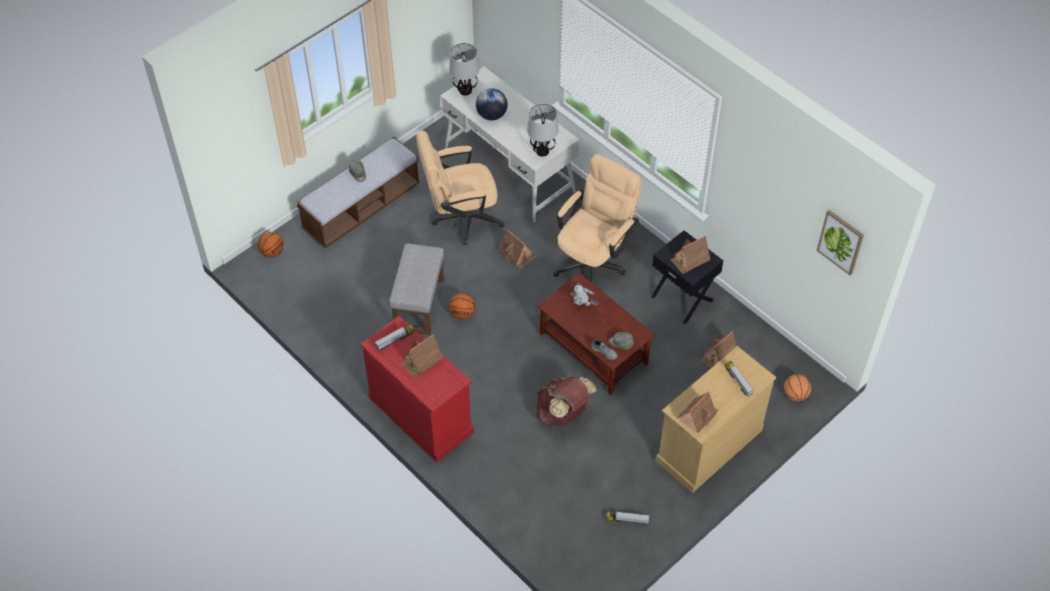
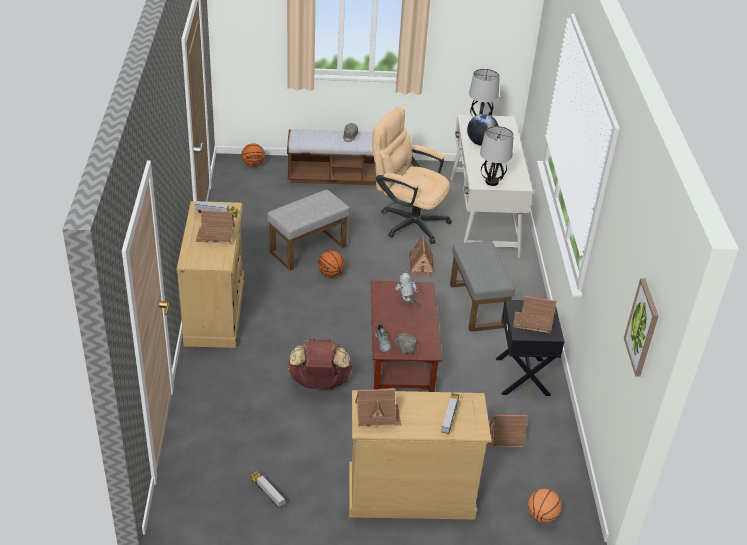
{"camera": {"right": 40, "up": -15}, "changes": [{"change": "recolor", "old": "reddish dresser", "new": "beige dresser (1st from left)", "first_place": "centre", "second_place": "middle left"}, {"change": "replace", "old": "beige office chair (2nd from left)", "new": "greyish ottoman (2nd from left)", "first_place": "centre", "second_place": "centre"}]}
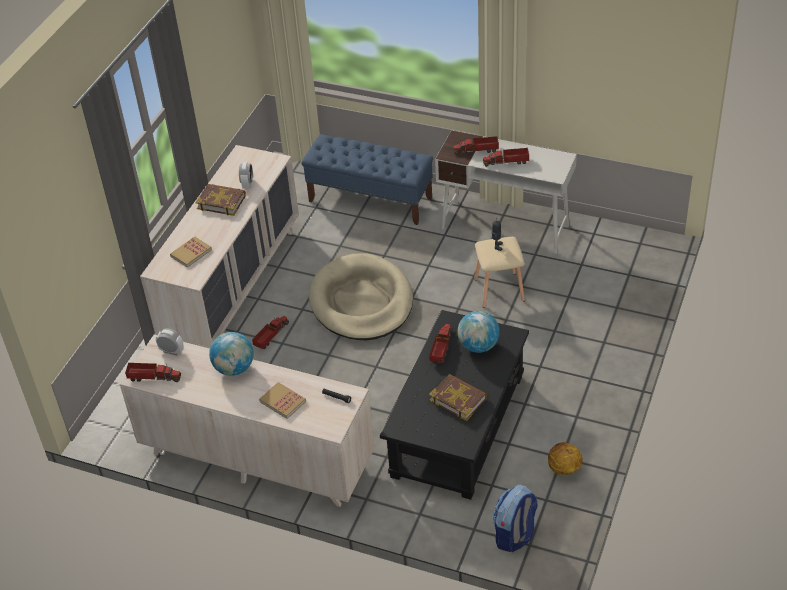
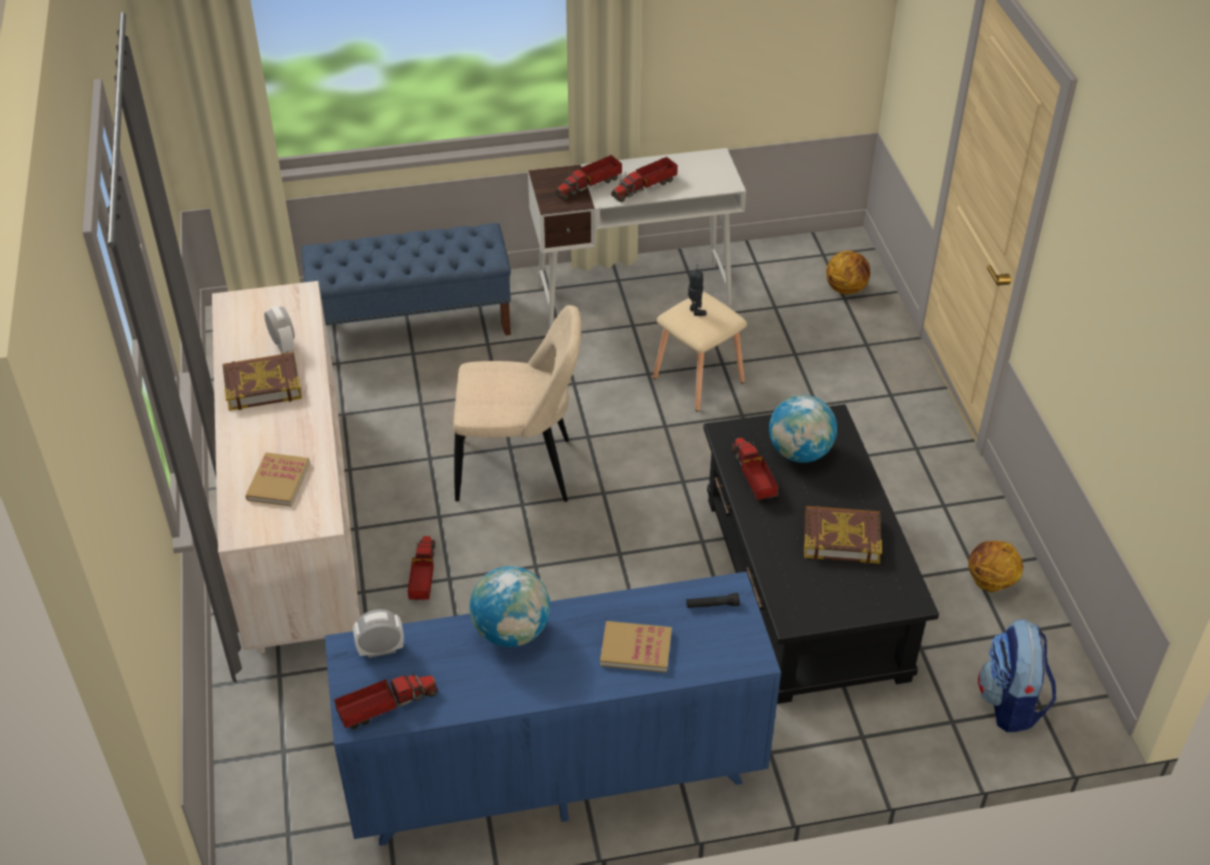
{"camera": {"right": -35, "up": 0}, "changes": [{"change": "recolor", "old": "beige dresser (2nd from left)", "new": "blue-coloured dresser", "first_place": "bottom left", "second_place": "bottom centre"}, {"change": "replace", "old": "beige pet bed", "new": "beige upright chair", "first_place": "centre", "second_place": "centre"}, {"change": "insert", "new": "basketball (1st from left)", "second_place": "top right"}]}
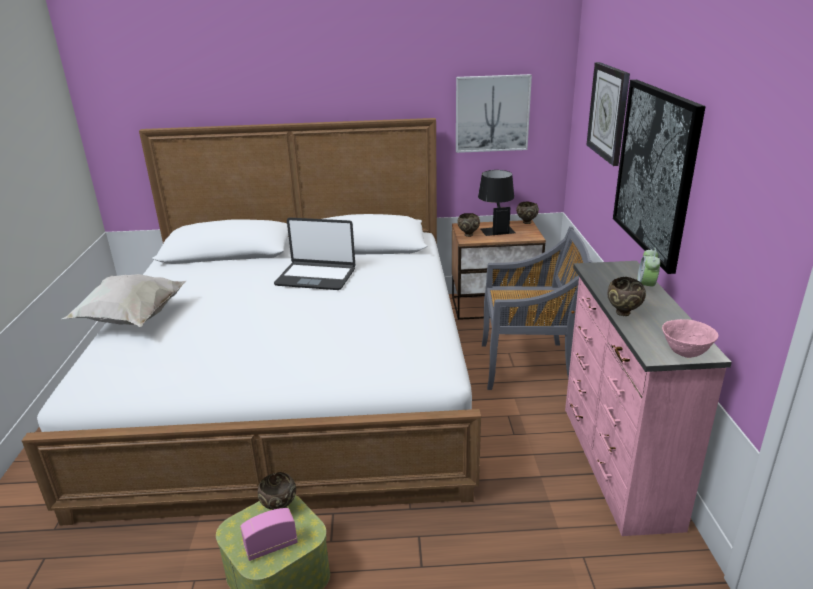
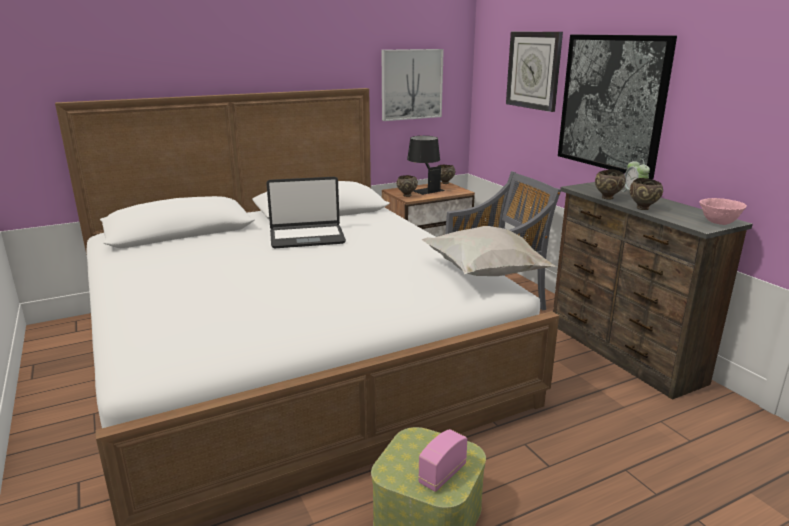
{"camera": {"right": -25, "up": -5}, "changes": [{"change": "move", "old": "white pillow", "first_place": "middle left", "second_place": "centre"}, {"change": "move", "old": "brown serving bowl (1st from left in the first image)", "new": "brown serving bowl (3rd from left)", "first_place": "bottom centre", "second_place": "middle right"}, {"change": "recolor", "old": "pink-coloured dresser", "new": "brown dresser", "first_place": "bottom right", "second_place": "middle right"}]}
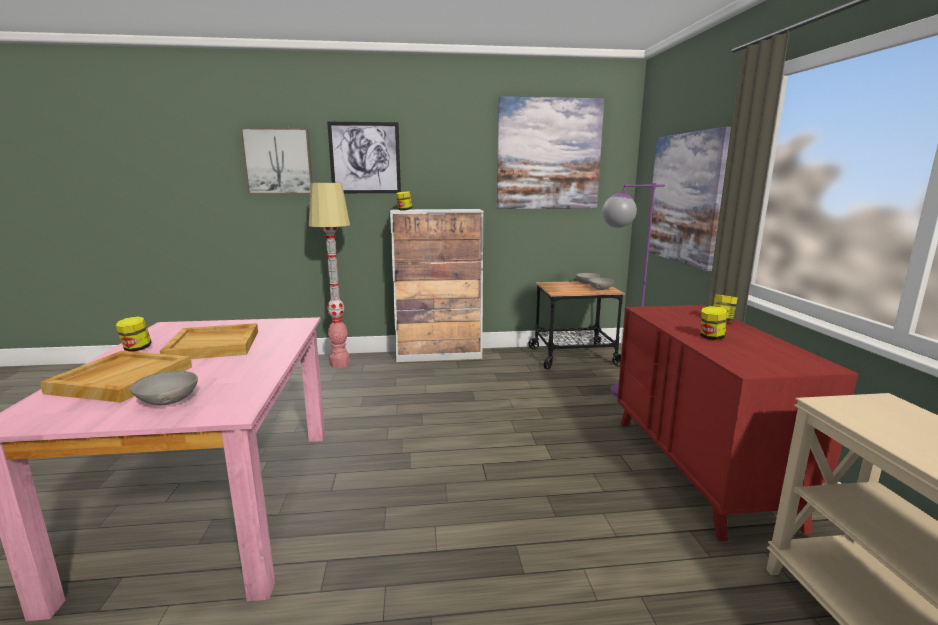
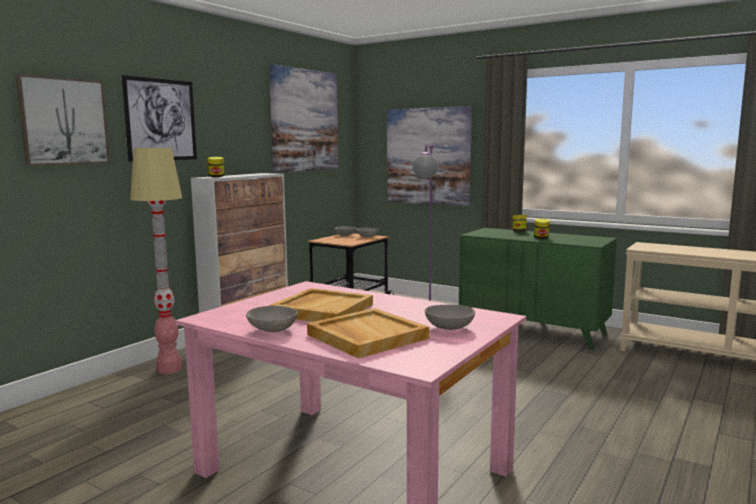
{"camera": {"right": -50, "up": -5}, "changes": [{"change": "replace", "old": "preserve jar (1st from left)", "new": "greyish serving bowl (1st from left)", "first_place": "middle left", "second_place": "centre"}, {"change": "recolor", "old": "reddish dresser", "new": "green dresser", "first_place": "bottom right", "second_place": "middle right"}]}
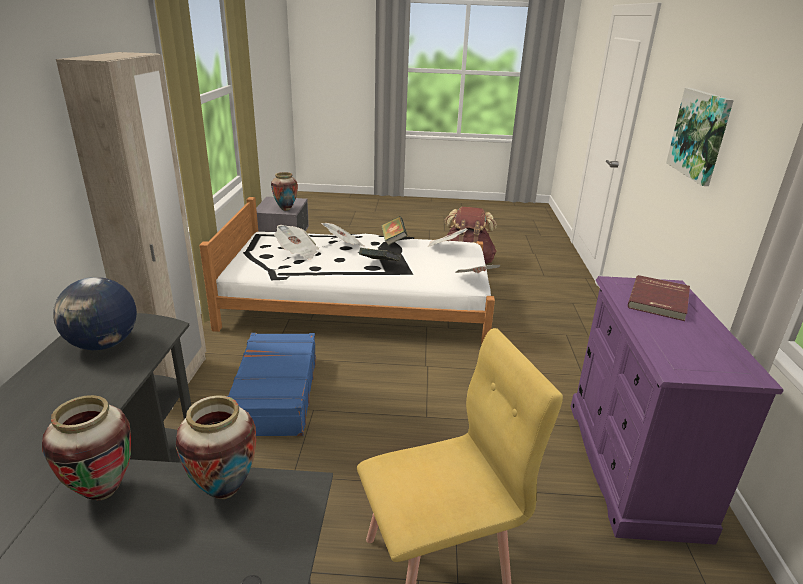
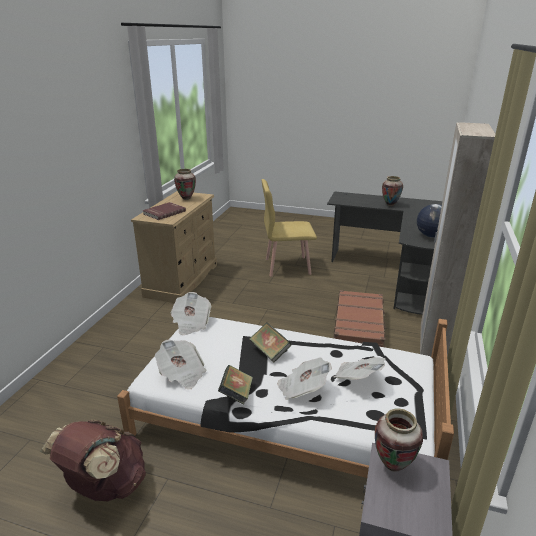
{"camera": {"right": -165, "up": 0}, "changes": [{"change": "move", "old": "flower vase (2nd from left in the first image)", "new": "flower vase (1st from left)", "first_place": "bottom left", "second_place": "centre"}, {"change": "recolor", "old": "blue-coloured travel case", "new": "brown travel case", "first_place": "centre", "second_place": "middle right"}, {"change": "recolor", "old": "purple-coloured dresser", "new": "beige dresser", "first_place": "bottom right", "second_place": "middle left"}, {"change": "delete", "old": "wall art", "first_place": "top right"}]}
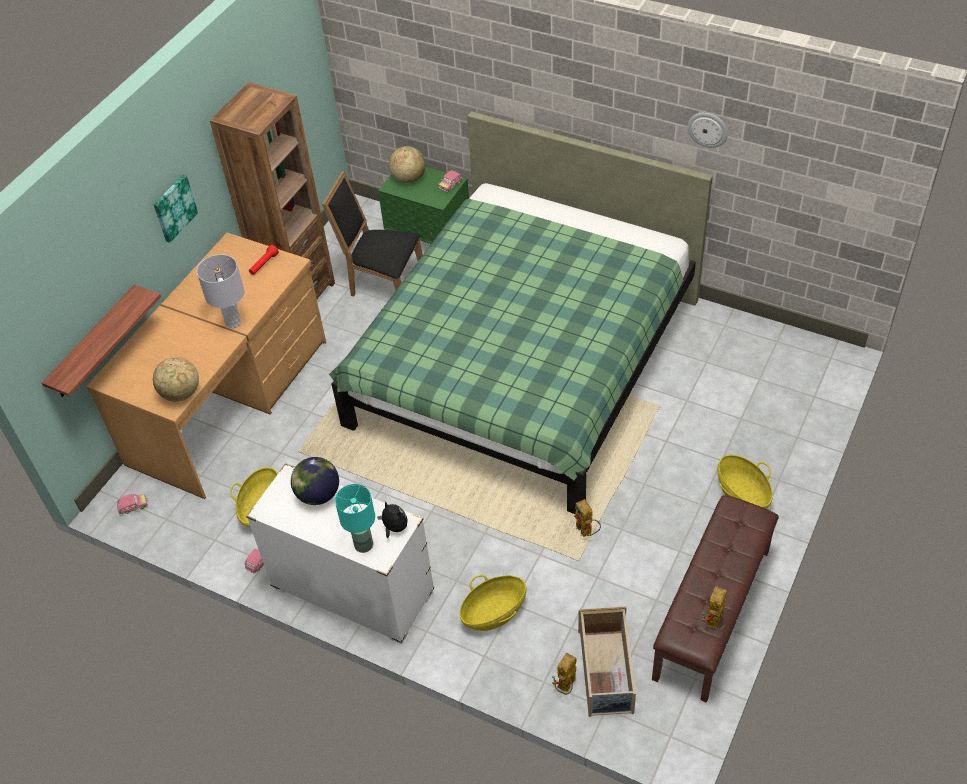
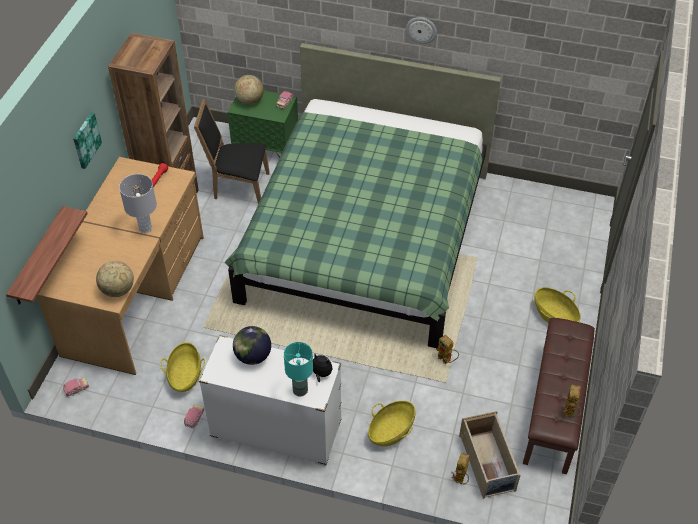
{"camera": {"right": -15, "up": 0}, "changes": [{"change": "move", "old": "clock on the wall", "first_place": "top right", "second_place": "top centre"}]}
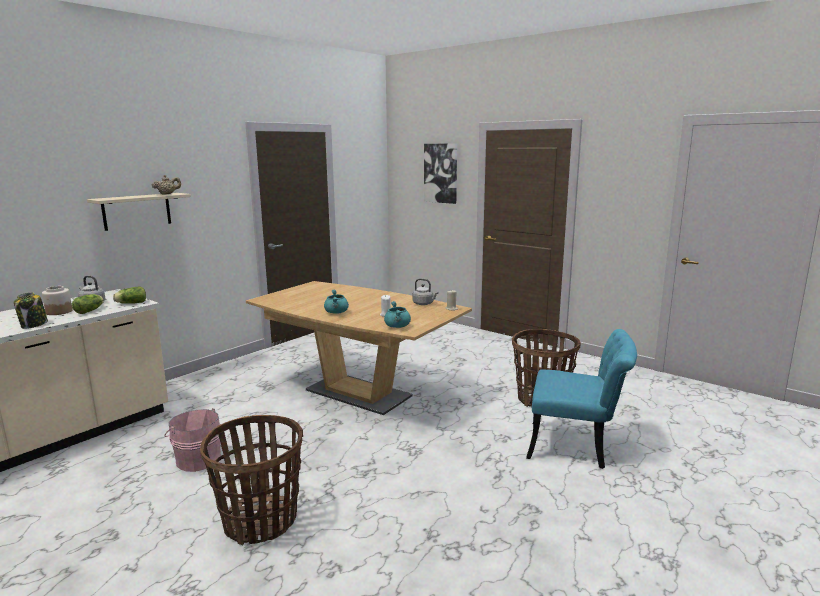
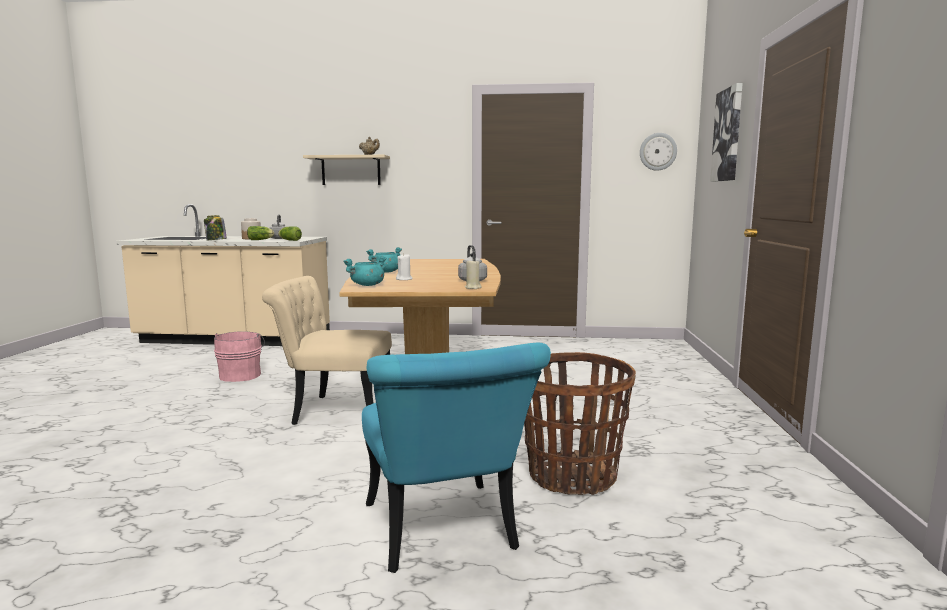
{"camera": {"right": 55, "up": -5}, "changes": [{"change": "delete", "old": "household basket (1st from left)", "first_place": "bottom left"}, {"change": "insert", "new": "beige upright chair", "second_place": "centre"}, {"change": "insert", "new": "clock on the wall", "second_place": "top right"}]}
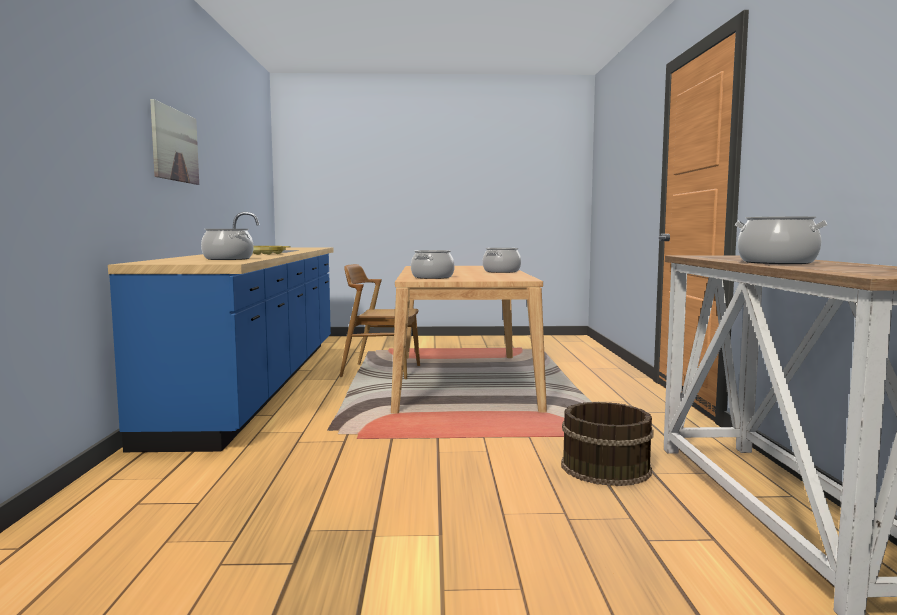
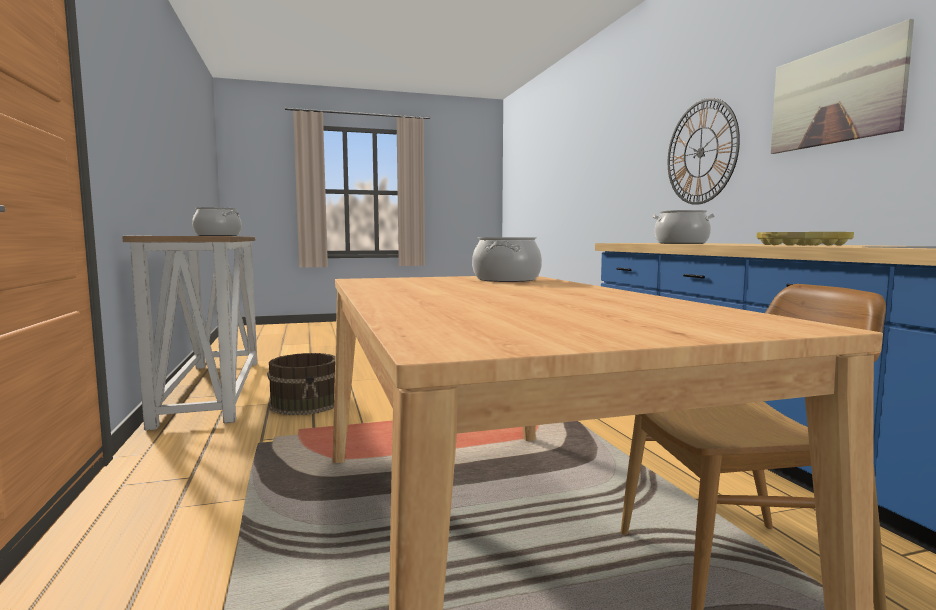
{"camera": {"right": 165, "up": 0}, "changes": [{"change": "delete", "old": "stockpot (3rd from left)", "first_place": "centre"}, {"change": "insert", "new": "clock on the wall", "second_place": "top right"}]}
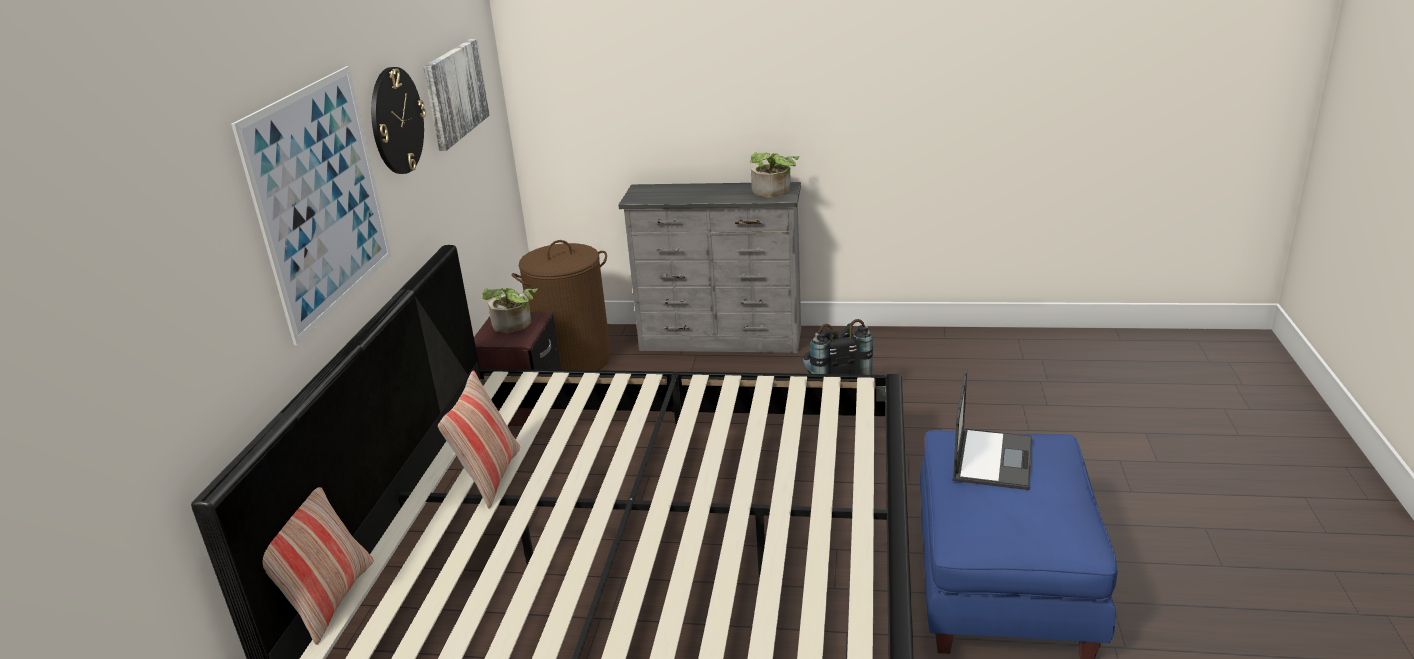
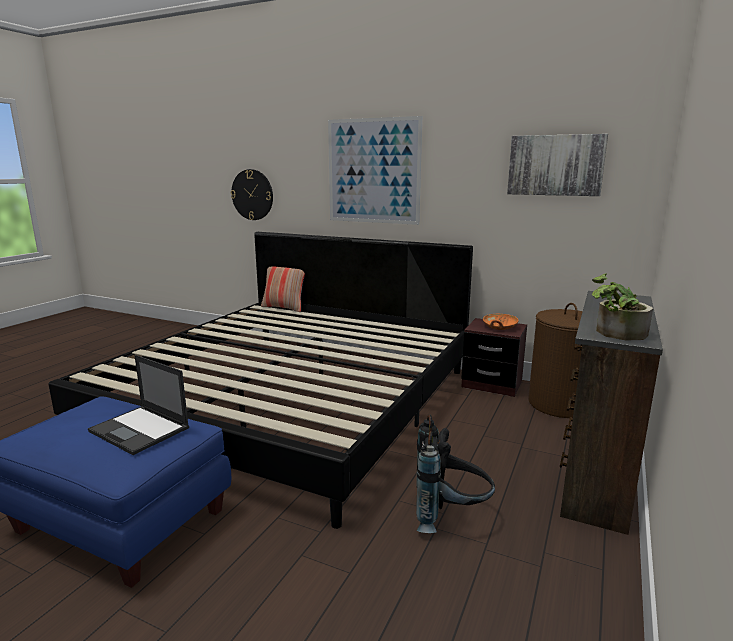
{"camera": {"right": 105, "up": -10}, "changes": [{"change": "move", "old": "clock on the wall", "first_place": "top left", "second_place": "top centre"}, {"change": "delete", "old": "pillow (2nd from left)", "first_place": "centre"}, {"change": "replace", "old": "houseplant (1st from left)", "new": "orange serving bowl", "first_place": "centre", "second_place": "middle right"}, {"change": "recolor", "old": "greyish dresser", "new": "brown dresser", "first_place": "centre", "second_place": "middle right"}]}
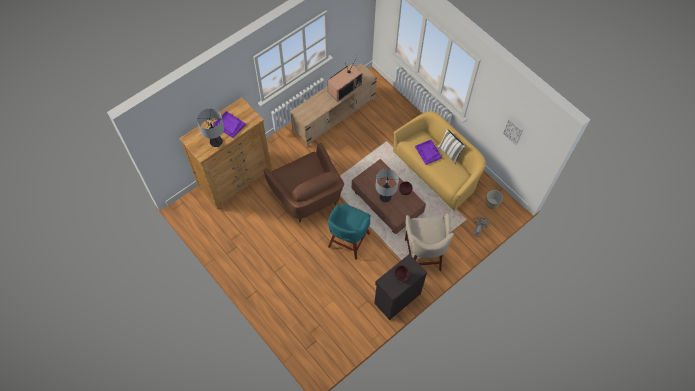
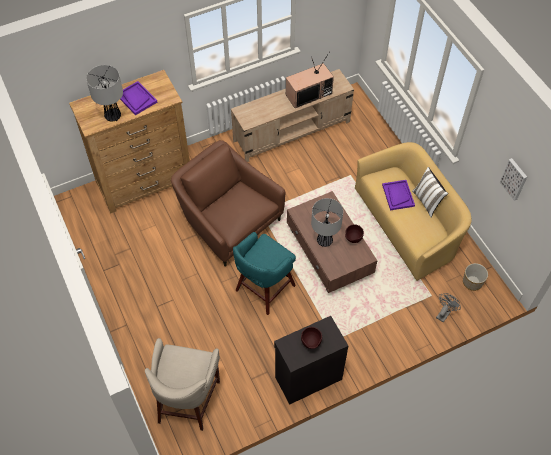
{"camera": {"right": 15, "up": -5}, "changes": [{"change": "rotate", "old": "brown lounge chair", "first_place": "centre", "second_place": "centre", "degrees": 150}, {"change": "move", "old": "beige sitting stool", "first_place": "centre", "second_place": "bottom left"}]}
